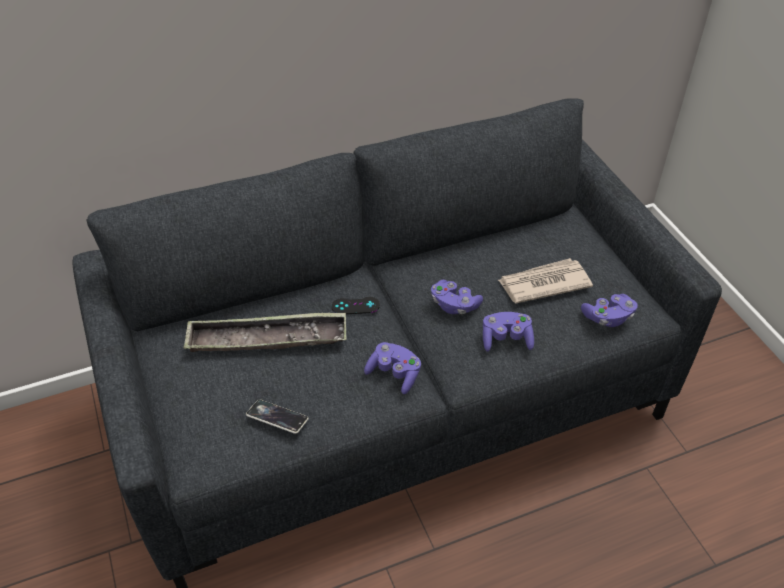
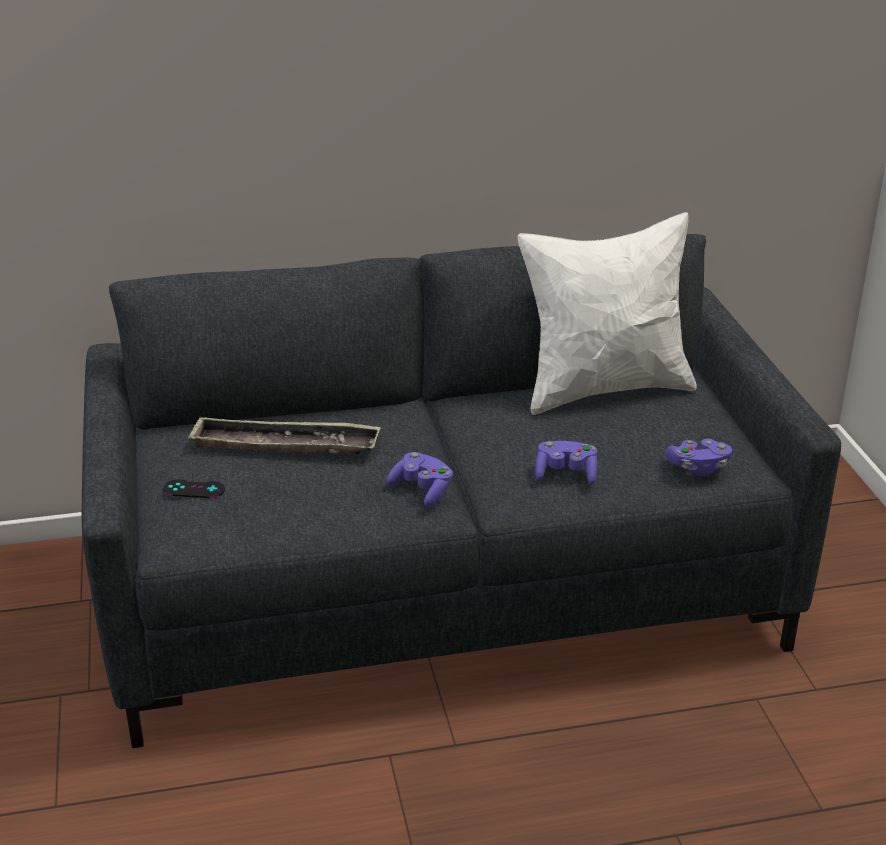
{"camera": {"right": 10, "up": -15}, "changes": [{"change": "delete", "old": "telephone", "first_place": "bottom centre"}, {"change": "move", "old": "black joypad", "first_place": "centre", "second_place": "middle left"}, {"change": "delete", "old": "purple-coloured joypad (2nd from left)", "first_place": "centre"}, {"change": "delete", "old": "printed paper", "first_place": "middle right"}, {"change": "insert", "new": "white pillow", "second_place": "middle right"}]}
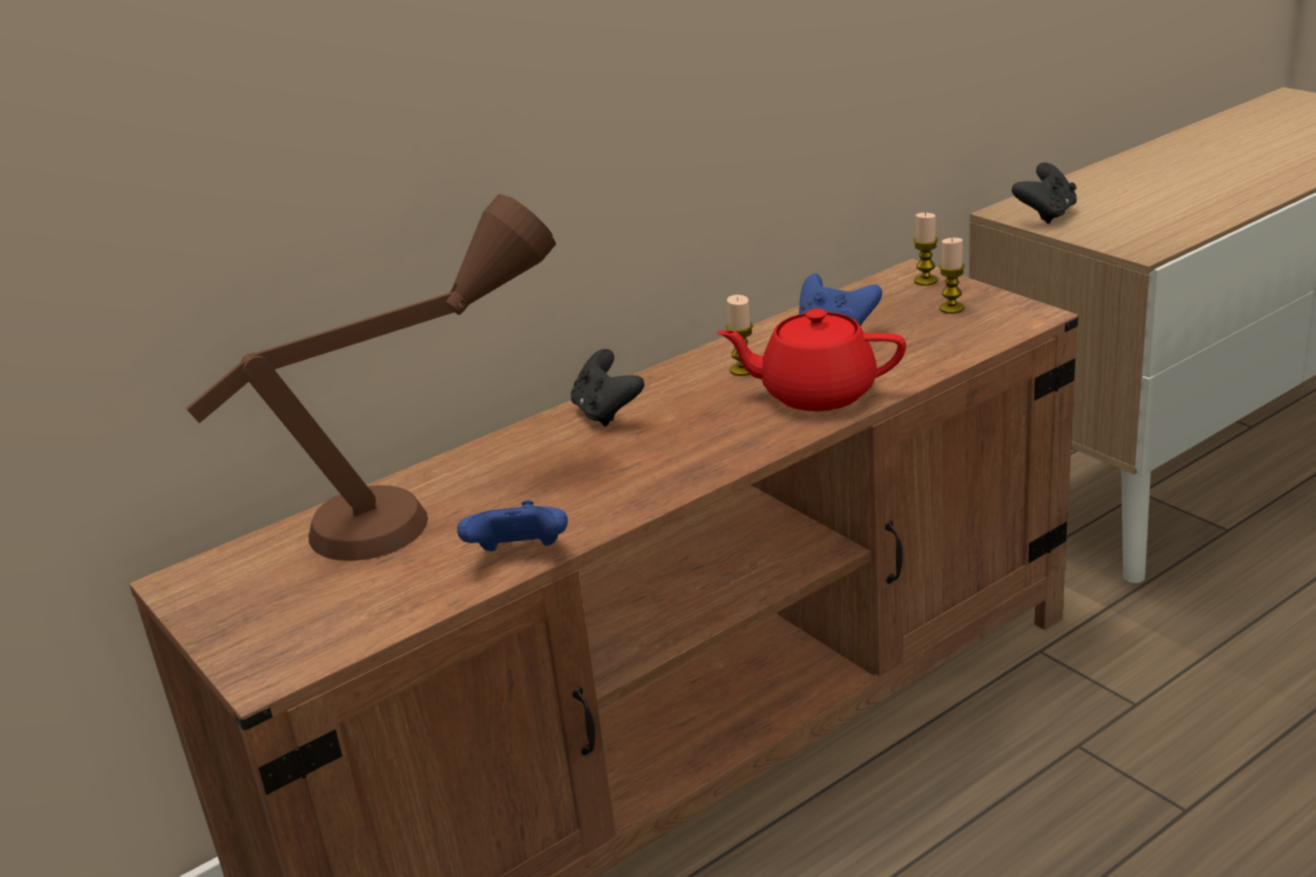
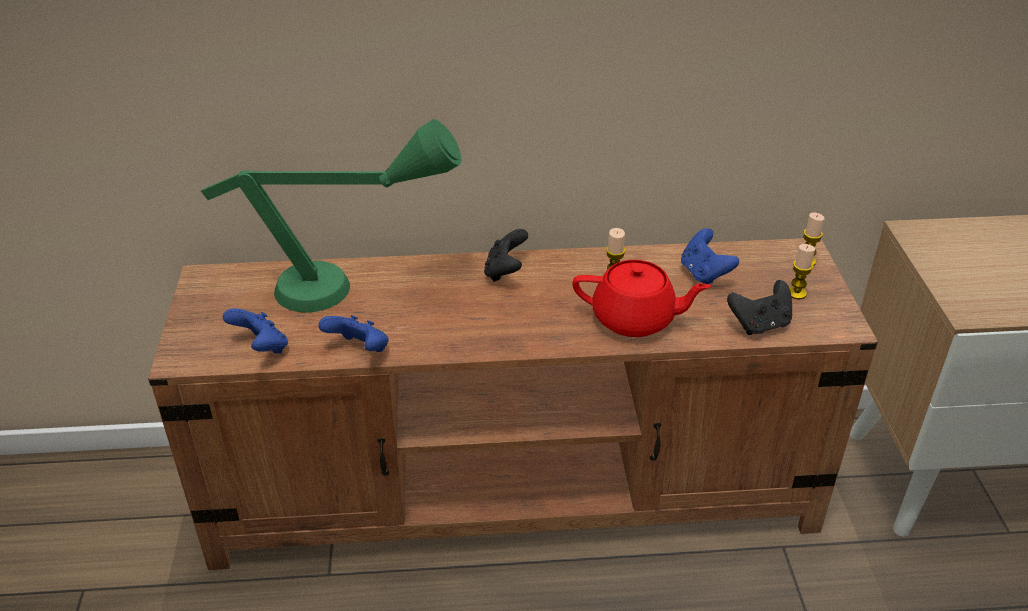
{"camera": {"right": 30, "up": 10}, "changes": [{"change": "recolor", "old": "brown table lamp", "new": "green table lamp", "first_place": "middle left", "second_place": "middle left"}, {"change": "rotate", "old": "reddish pot for tea", "first_place": "centre", "second_place": "centre", "degrees": 150}, {"change": "move", "old": "black joypad (2nd from left)", "first_place": "top right", "second_place": "middle right"}, {"change": "insert", "new": "blue-coloured joypad (1st from left)", "second_place": "middle left"}]}
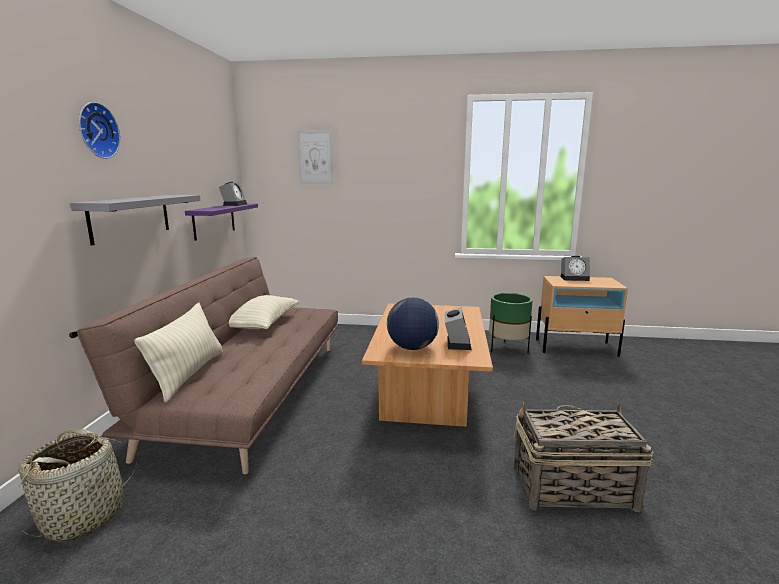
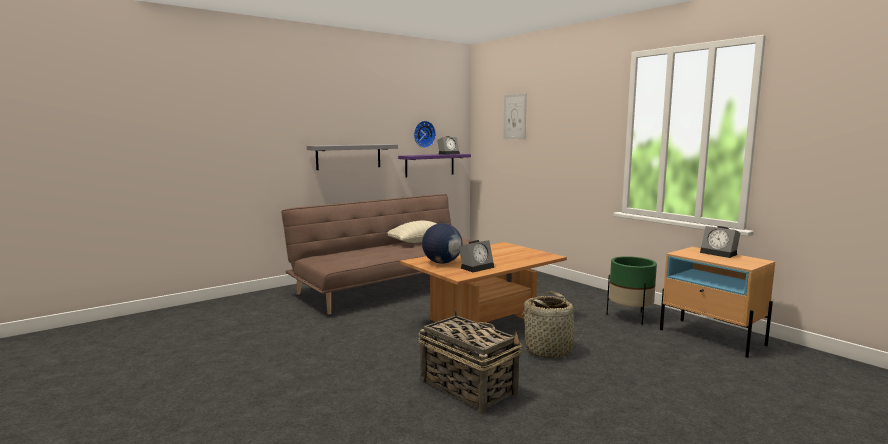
{"camera": {"right": 45, "up": -5}, "changes": [{"change": "move", "old": "household basket (1st from left in the first image)", "new": "household basket (2nd from left)", "first_place": "bottom left", "second_place": "bottom centre"}, {"change": "move", "old": "clock on the wall", "first_place": "top left", "second_place": "top centre"}, {"change": "delete", "old": "beige pillow (1st from left)", "first_place": "middle left"}]}
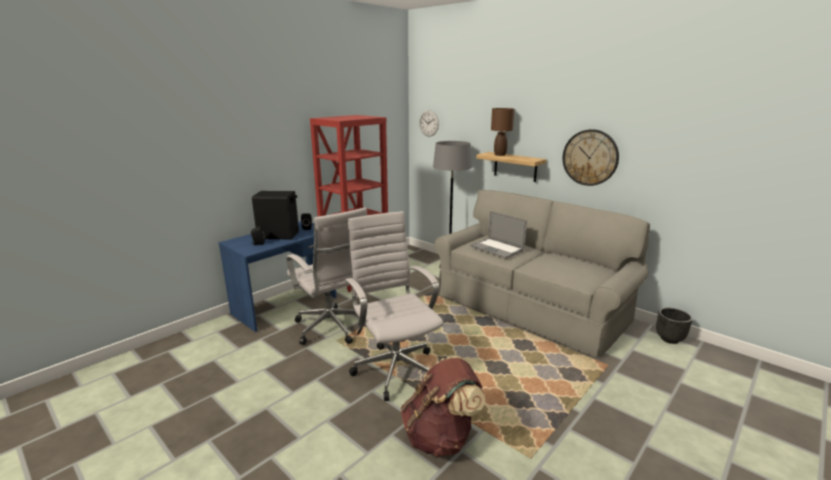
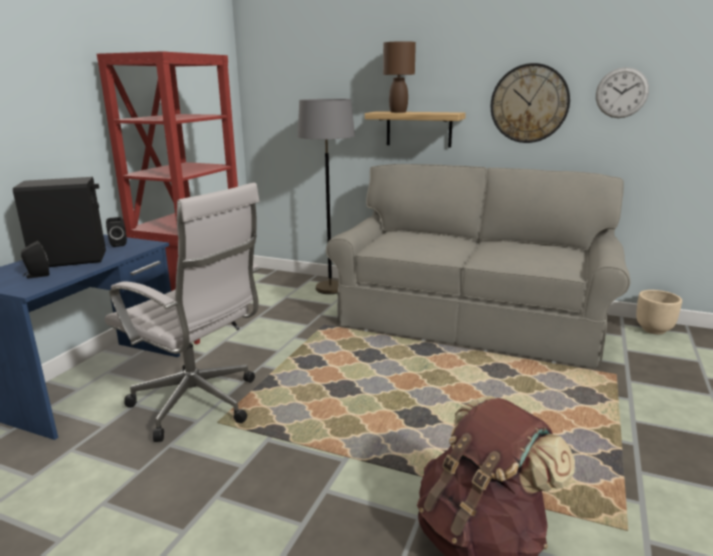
{"camera": {"right": -20, "up": 0}, "changes": [{"change": "delete", "old": "white office chair (2nd from left)", "first_place": "centre"}, {"change": "move", "old": "clock on the wall (1st from left in the first image)", "new": "clock on the wall (2nd from left)", "first_place": "top centre", "second_place": "top right"}, {"change": "delete", "old": "notebook computer", "first_place": "centre"}, {"change": "recolor", "old": "black flower pot", "new": "beige flower pot", "first_place": "bottom right", "second_place": "middle right"}]}
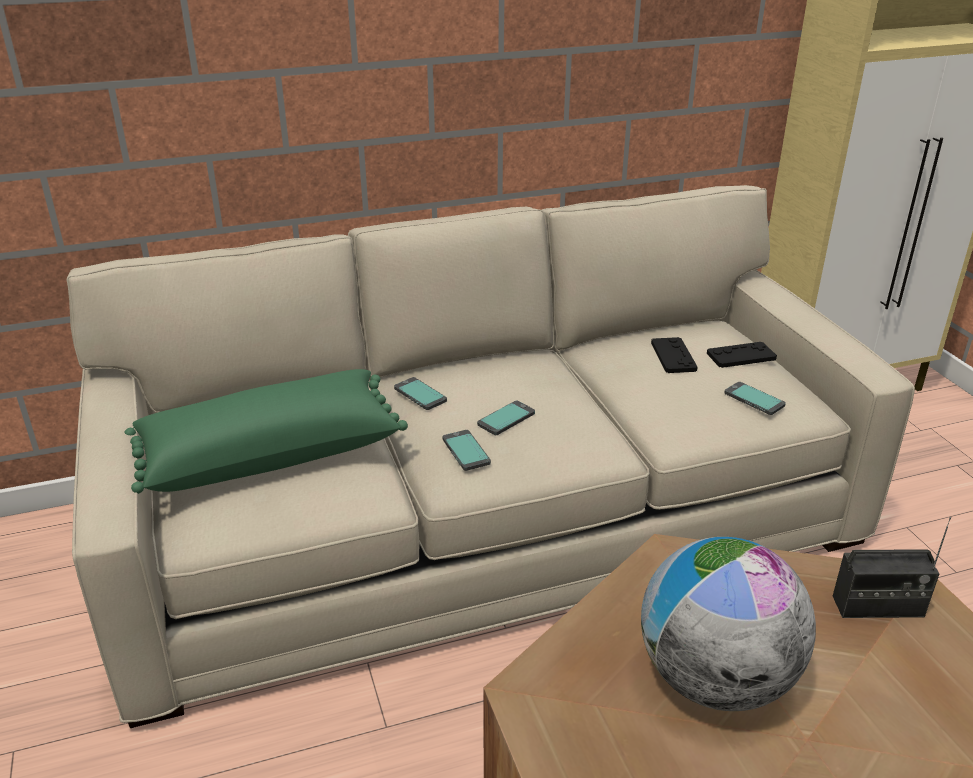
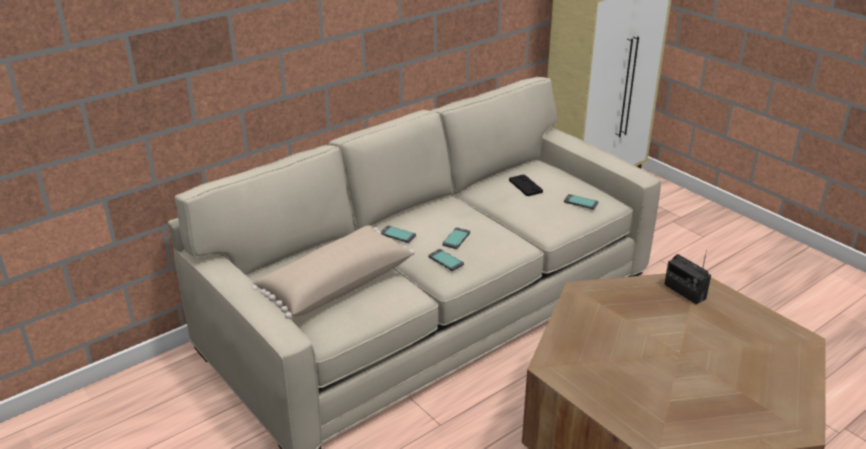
{"camera": {"right": -20, "up": 0}, "changes": [{"change": "recolor", "old": "green pillow", "new": "beige pillow", "first_place": "middle left", "second_place": "centre"}, {"change": "delete", "old": "world globe", "first_place": "bottom right"}, {"change": "delete", "old": "black joypad (2nd from left)", "first_place": "middle right"}, {"change": "rotate", "old": "radio", "first_place": "bottom right", "second_place": "middle right", "degrees": 75}]}
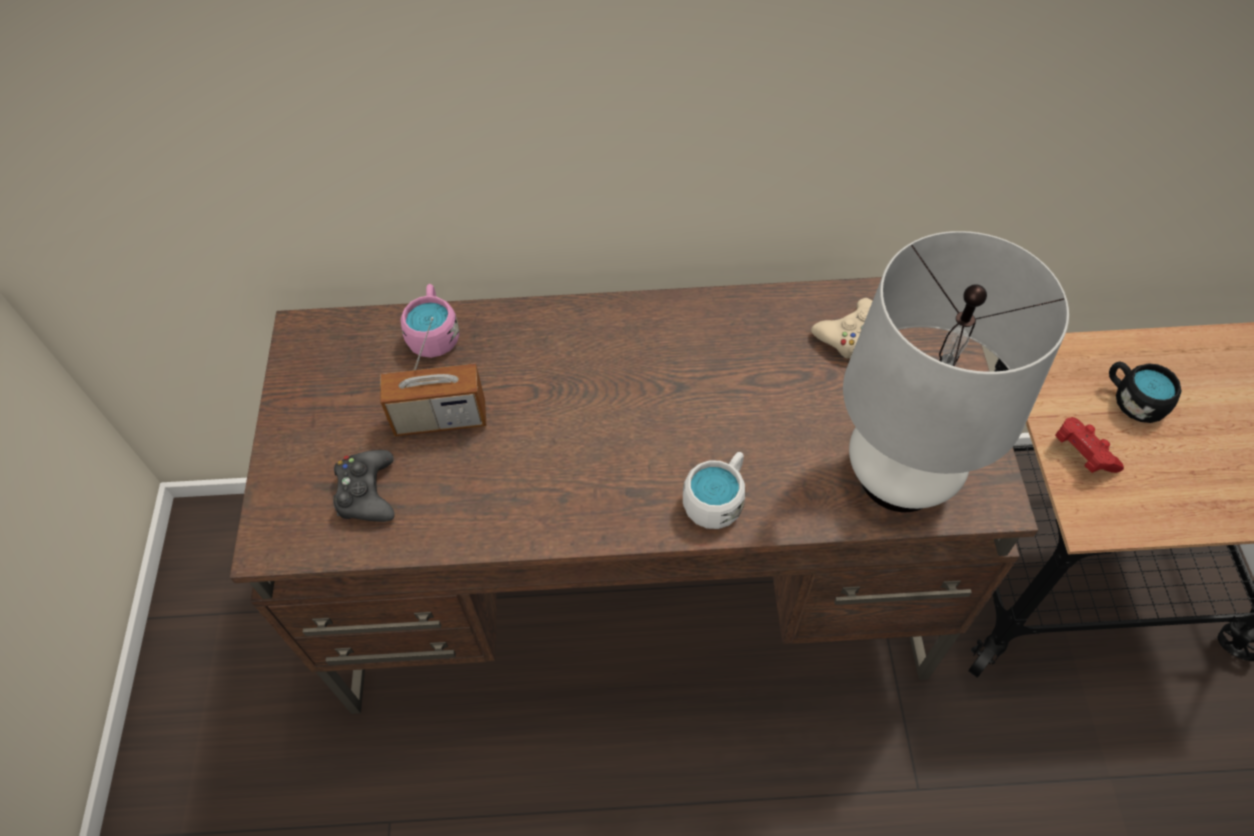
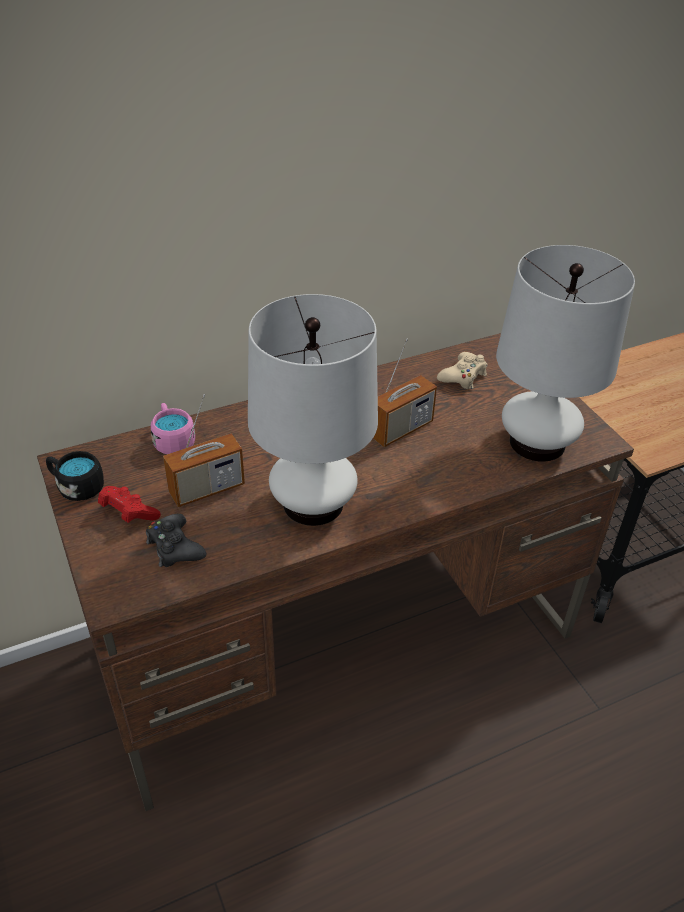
{"camera": {"right": -25, "up": -15}, "changes": [{"change": "delete", "old": "white tea mug", "first_place": "centre"}, {"change": "move", "old": "reddish joypad", "first_place": "middle right", "second_place": "middle left"}, {"change": "move", "old": "black tea mug", "first_place": "middle right", "second_place": "middle left"}, {"change": "insert", "new": "white table lamp (1st from left)", "second_place": "centre"}, {"change": "insert", "new": "radio (2nd from left)", "second_place": "centre"}]}
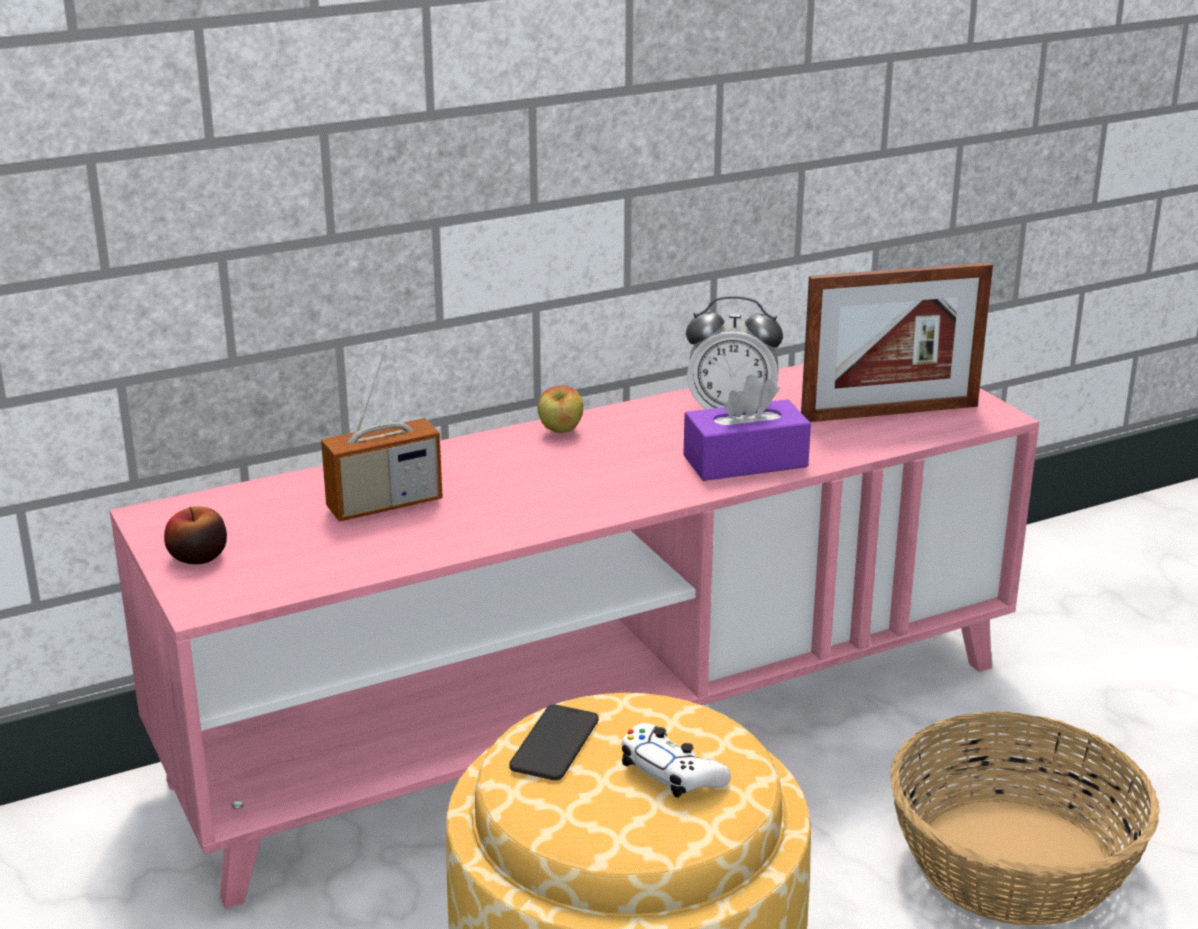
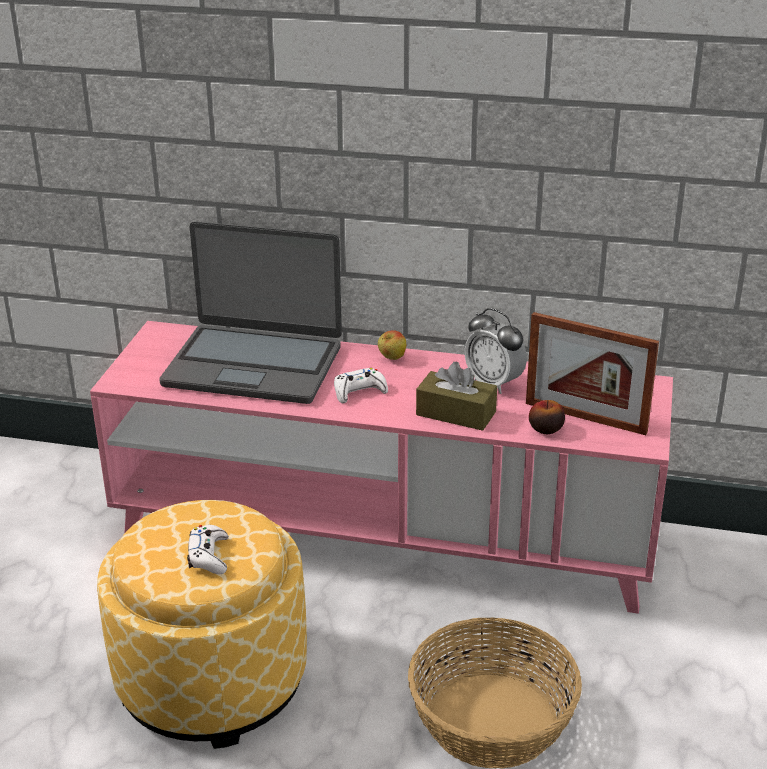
{"camera": {"right": 40, "up": 5}, "changes": [{"change": "move", "old": "apple (1st from left in the first image)", "new": "apple (2nd from left)", "first_place": "middle left", "second_place": "middle right"}, {"change": "replace", "old": "radio", "new": "notebook computer", "first_place": "middle left", "second_place": "middle left"}, {"change": "delete", "old": "telephone", "first_place": "bottom centre"}, {"change": "recolor", "old": "purple-coloured tissue holder", "new": "brown tissue holder", "first_place": "centre", "second_place": "centre"}, {"change": "insert", "new": "white joypad (2nd from left)", "second_place": "centre"}]}
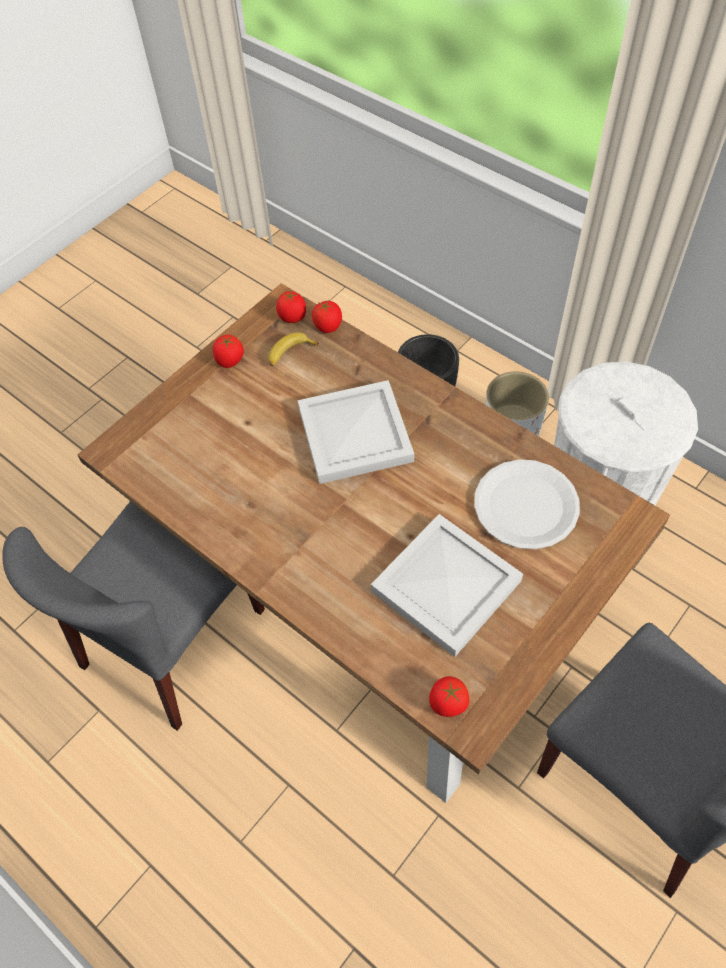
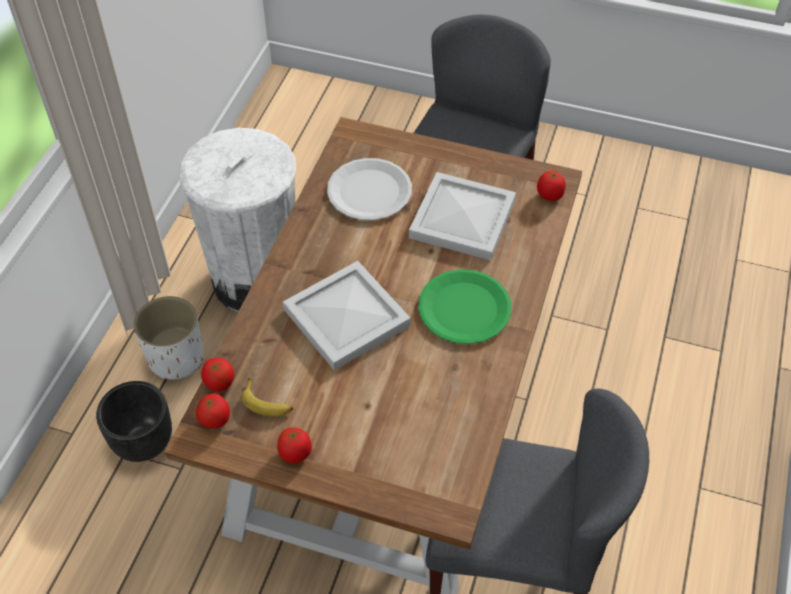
{"camera": {"right": -115, "up": -5}, "changes": [{"change": "insert", "new": "green flat dish", "second_place": "centre"}]}
